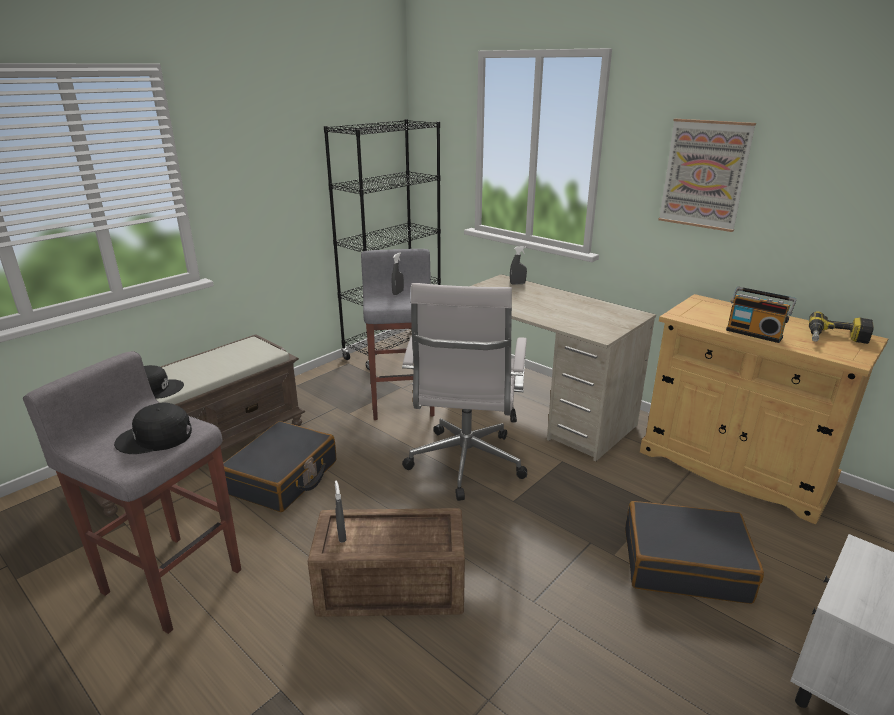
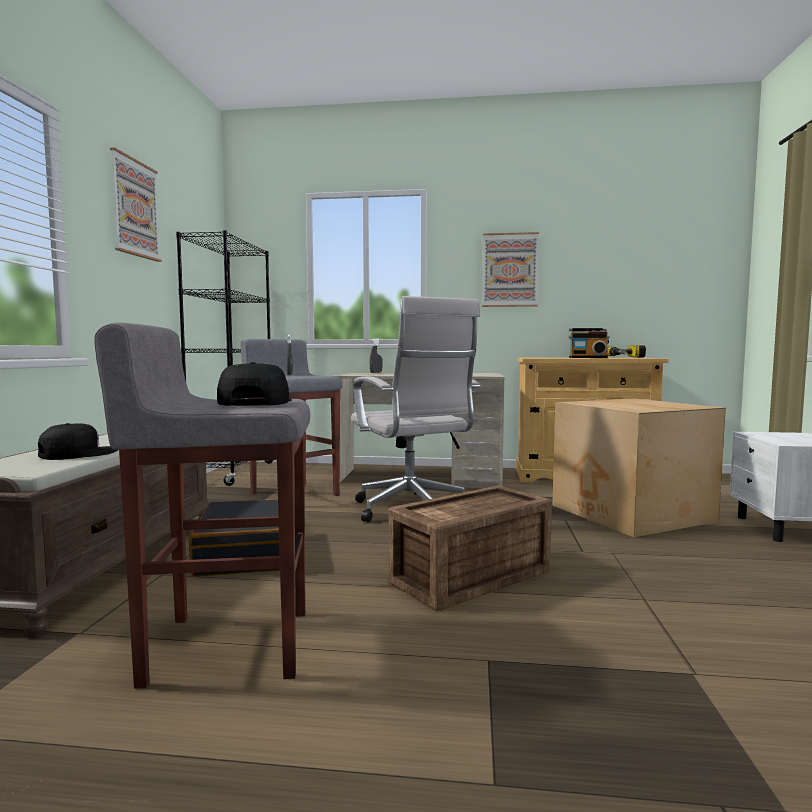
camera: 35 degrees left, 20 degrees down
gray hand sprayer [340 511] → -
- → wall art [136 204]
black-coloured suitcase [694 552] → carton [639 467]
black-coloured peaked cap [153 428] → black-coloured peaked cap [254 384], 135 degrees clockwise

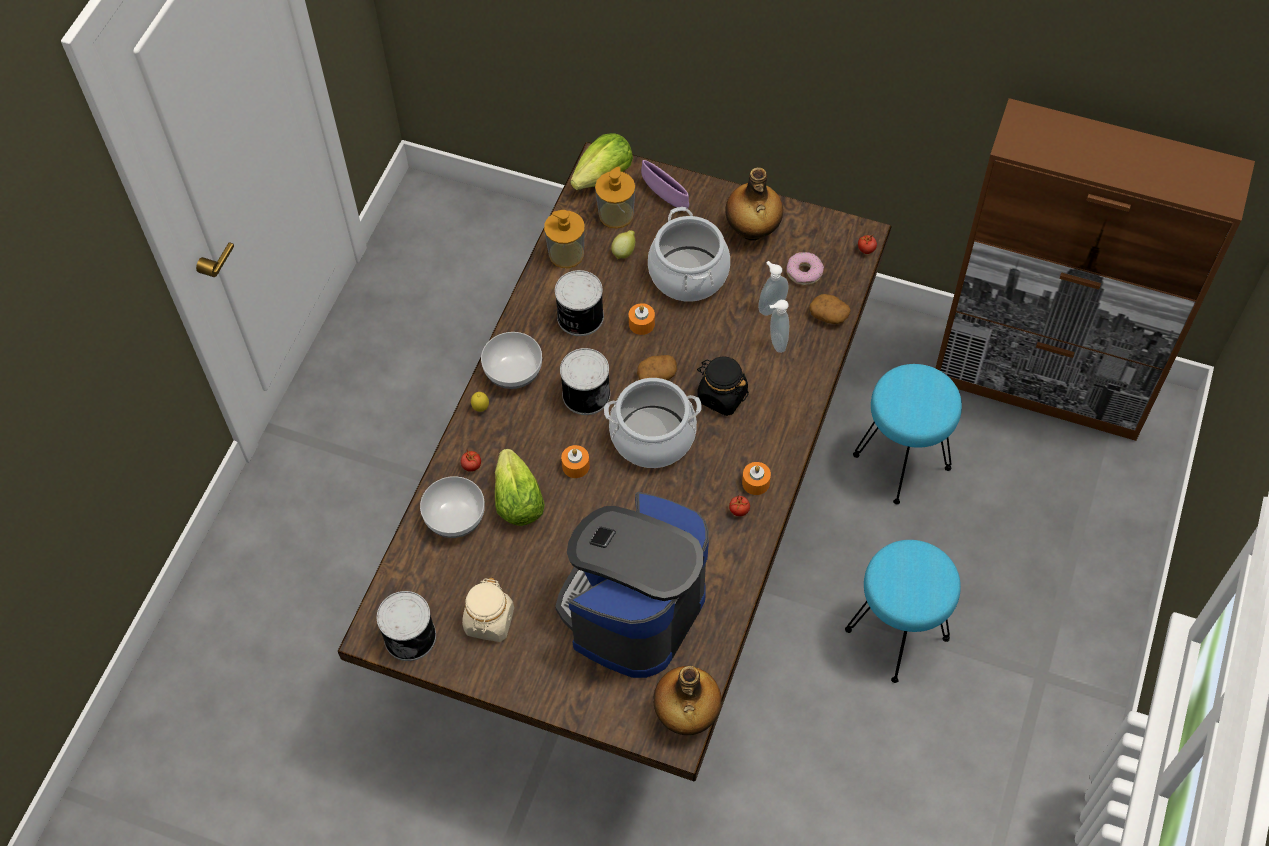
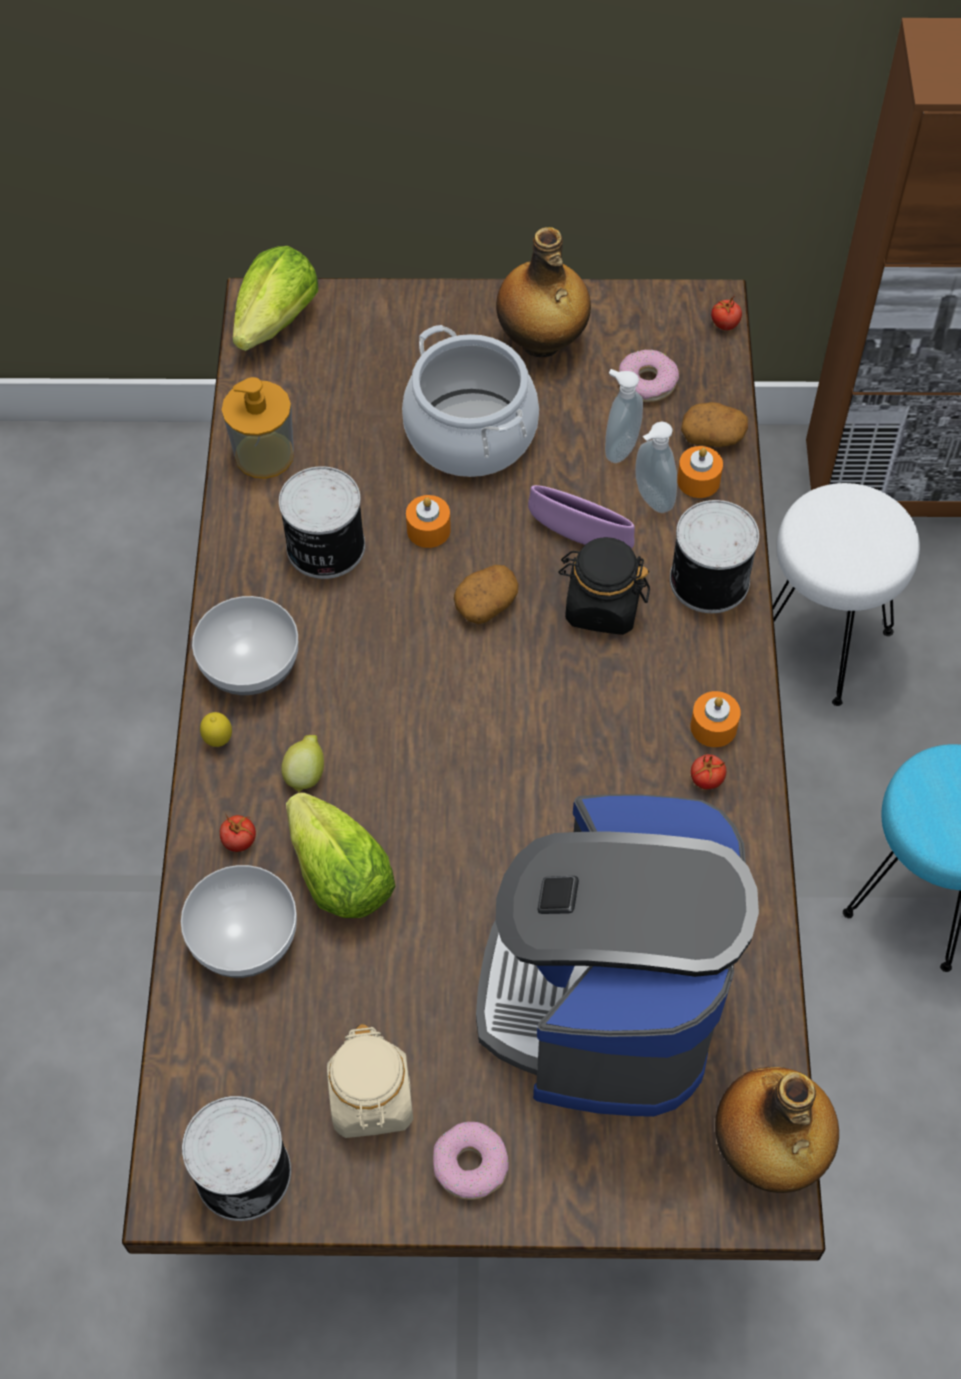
camera: 20 degrees left, 0 degrees up
soap dispenser [615 197] → -
stockpot [652 423] → -
- → donut [471 1161]
metal can [585 381] → metal can [714 556], moved
orangey wax light [575 461] → orangey wax light [700 472], moved
lemon [623 245] → lemon [303 764], moved
purple deep dish [665 184] → purple deep dish [581 517], moved
turquoise-coloured stool [907 434] → white stool [846 594]

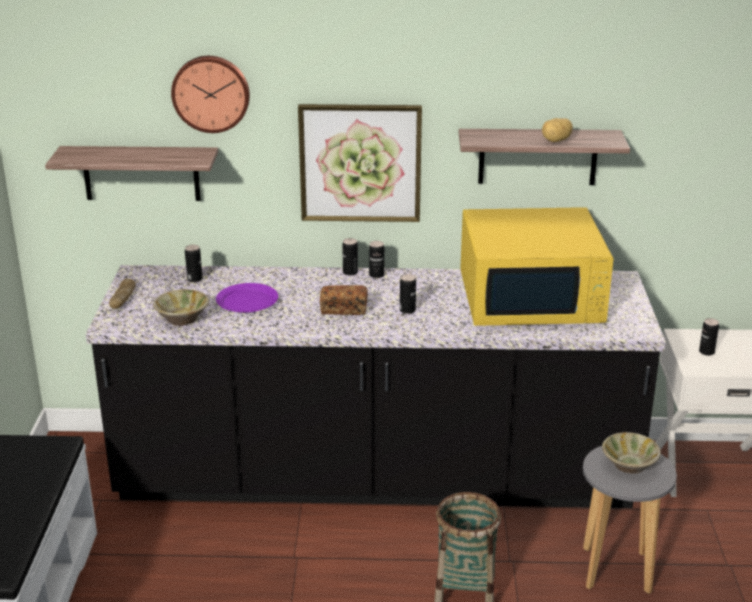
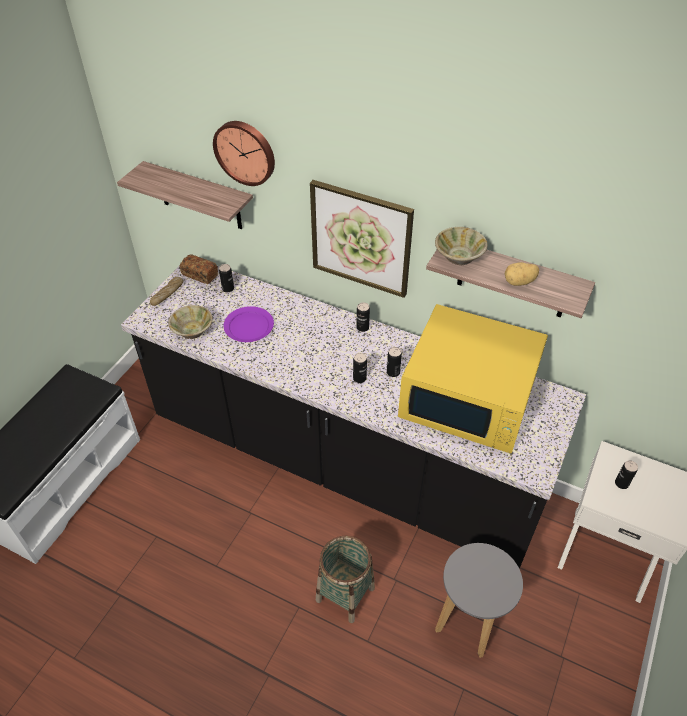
camera: 25 degrees right, 20 degrees up
bread [343 300] → bread [199 269], moved
metal can [350 257] → metal can [394 362], moved
beige-coloured deep dish [631 453] → beige-coloured deep dish [461 246], moved

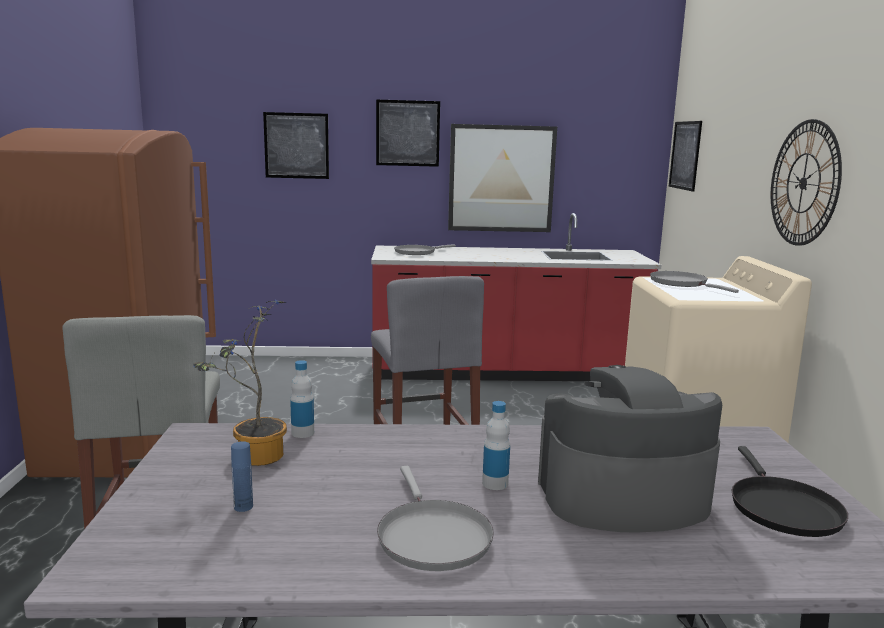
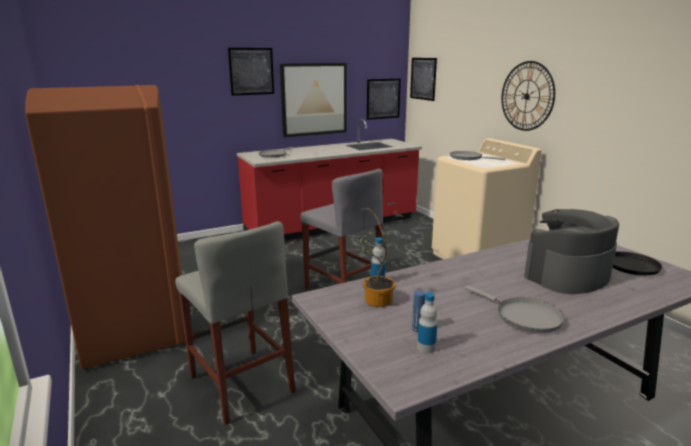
camera: 25 degrees left, 5 degrees up
wall art [296 145] → wall art [384 99], moved
beverage bottle [496 445] → beverage bottle [427 323], moved

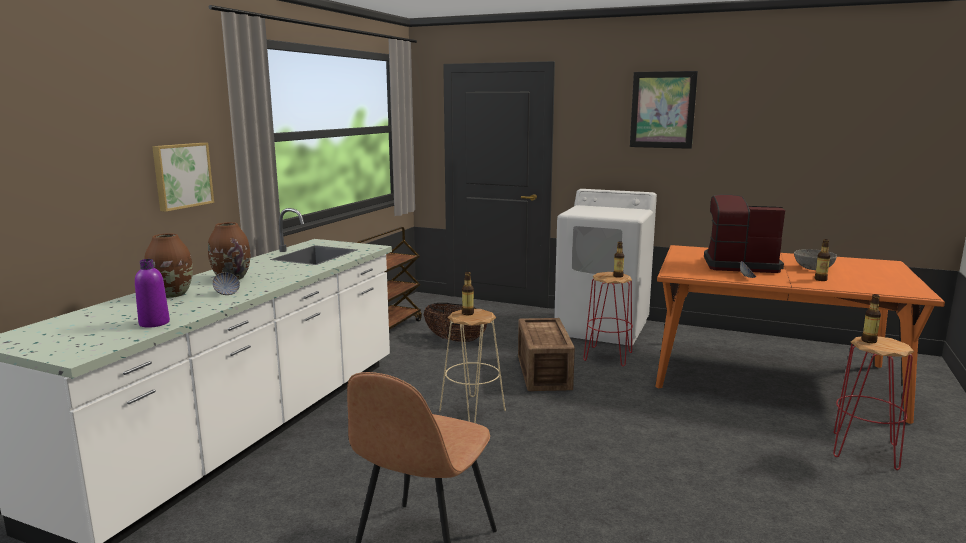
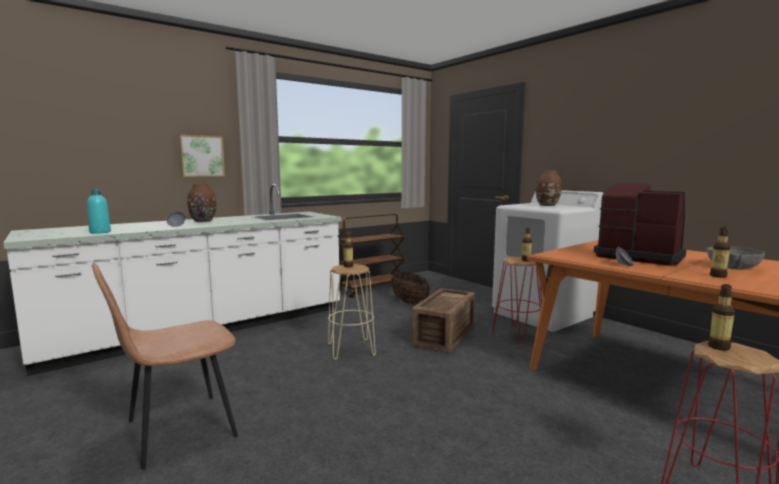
camera: 30 degrees right, 5 degrees down
wall art [664 110] → -
brown-coloured vase [168 265] → brown-coloured vase [548 188], moved
purple beverage bottle [152 293] → turquoise-coloured beverage bottle [99 212]

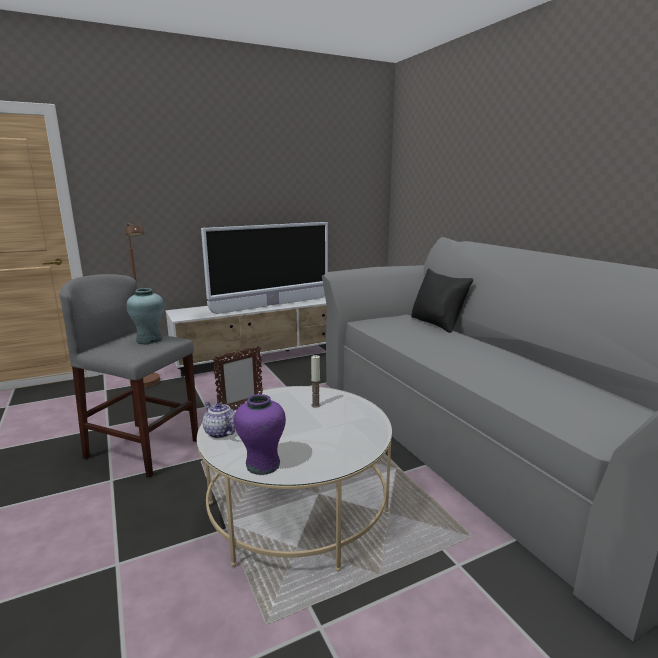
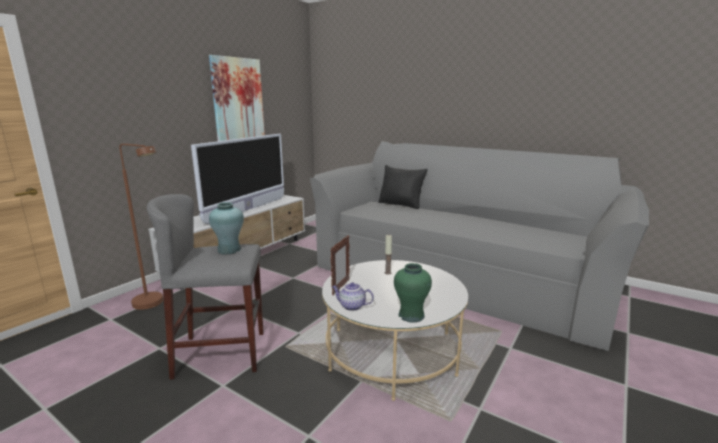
camera: 30 degrees left, 0 degrees up
- → wall art [237 98]
purple vase [260 434] → green vase [413 293]

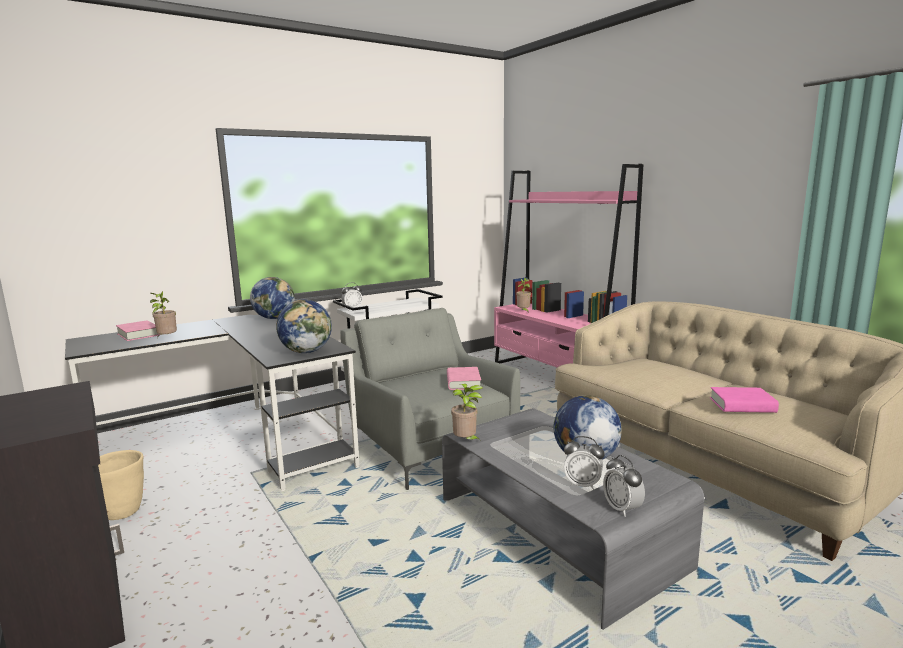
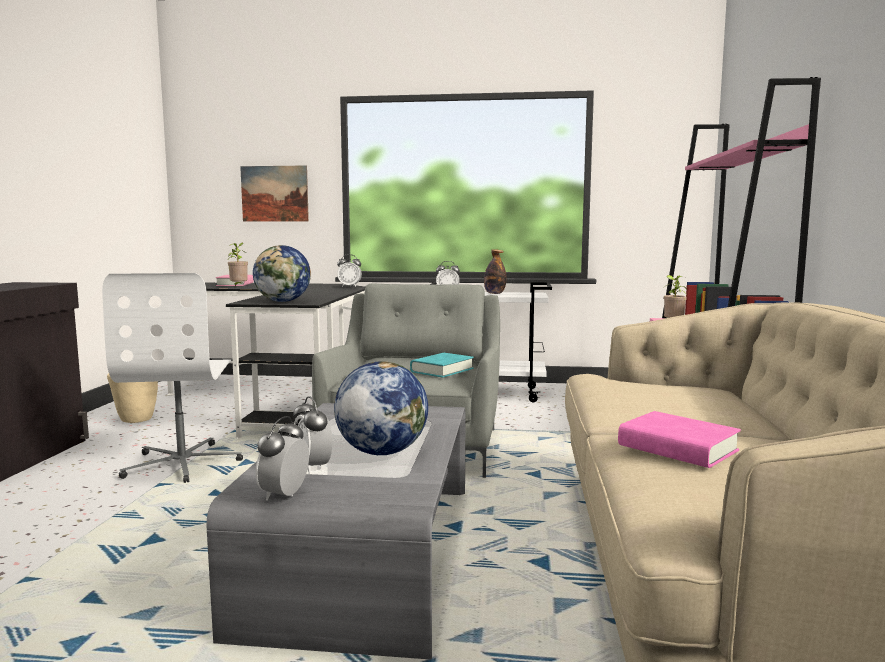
camera: 40 degrees right, 5 degrees down
plant in a pot [467 412] → -
- → white desk chair [172 378]
- → wall art [274 193]
- → beverage bottle [495 271]
desk globe [272 298] → bedside clock [349 270]
pink-coloured bound book [464 378] → turquoise-coloured bound book [442 365]

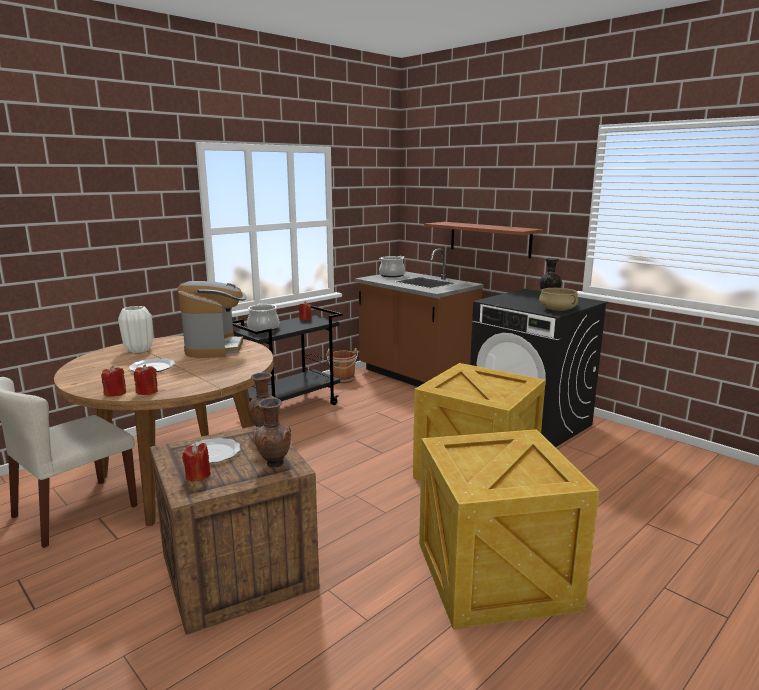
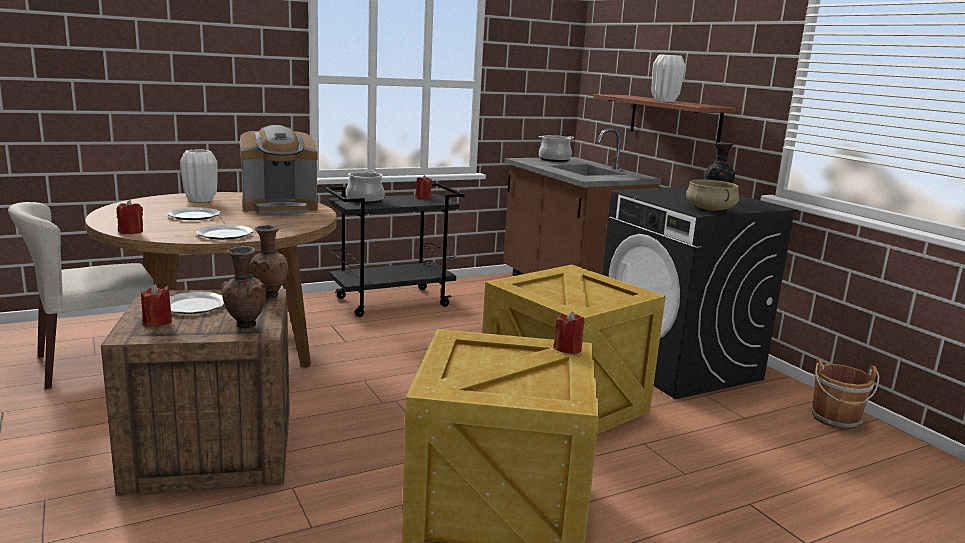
camera: 15 degrees right, 0 degrees up
- → plate [224 232]
- → white vase [668 78]
red wax light [146 379] → red wax light [569 332], moved
brown-coloured water bucket [342 365] → brown-coloured water bucket [846 394], moved
coffee maker [212 319] → coffee maker [279 169], 60 degrees clockwise

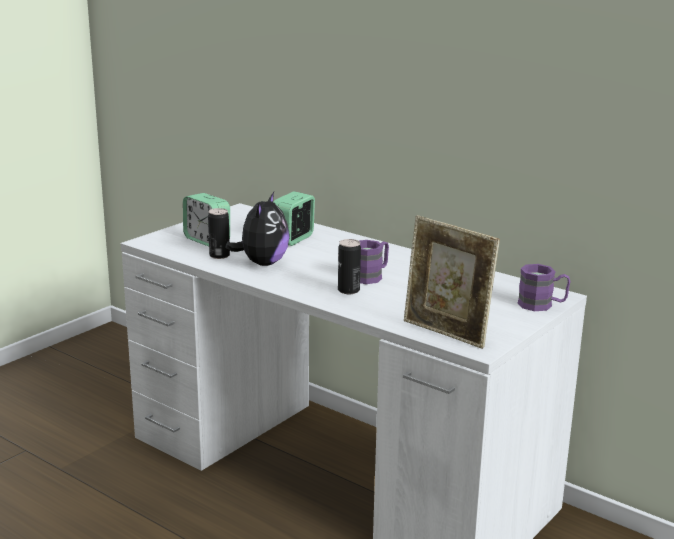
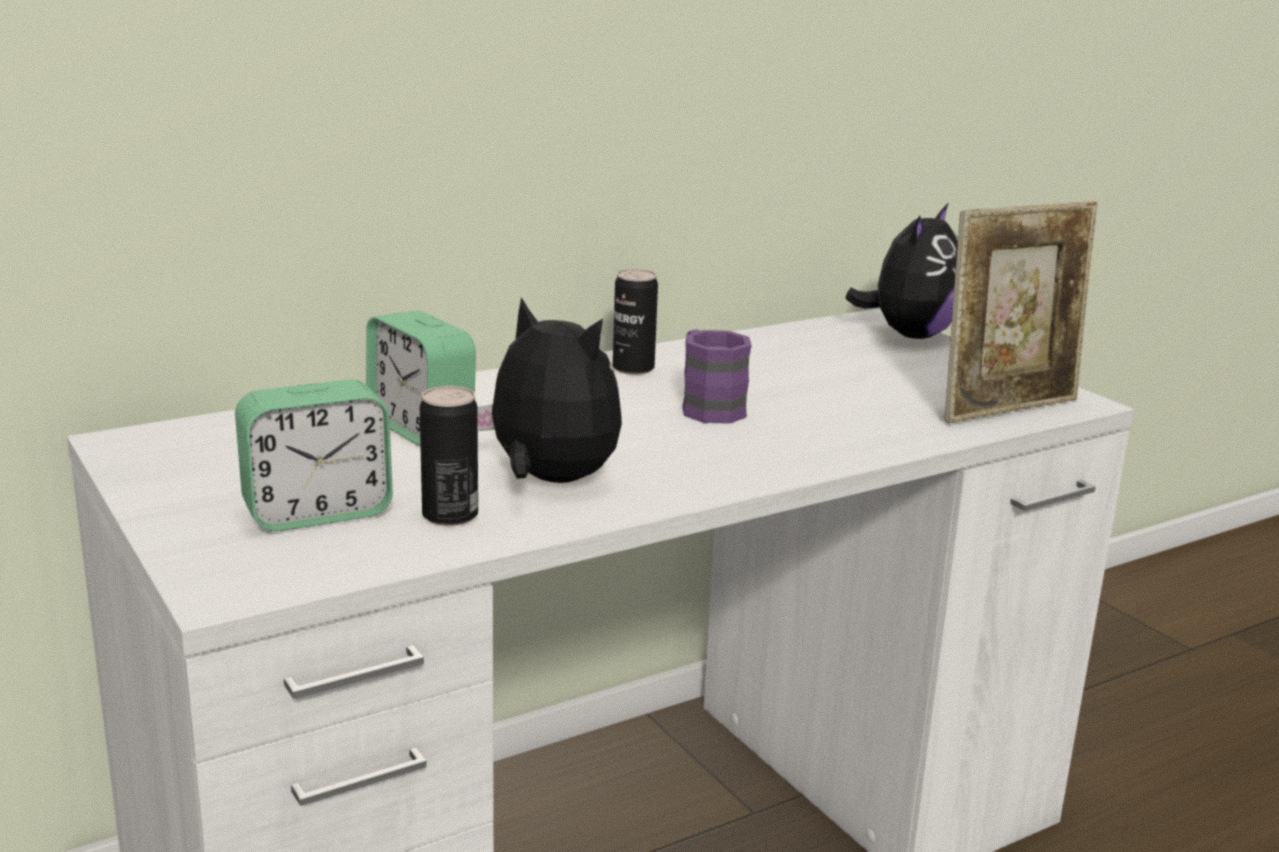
camera: 70 degrees left, 0 degrees up
metal can [349 266] → metal can [635 322], moved
purple coffee mug [544 287] → soft toy [901 270]

